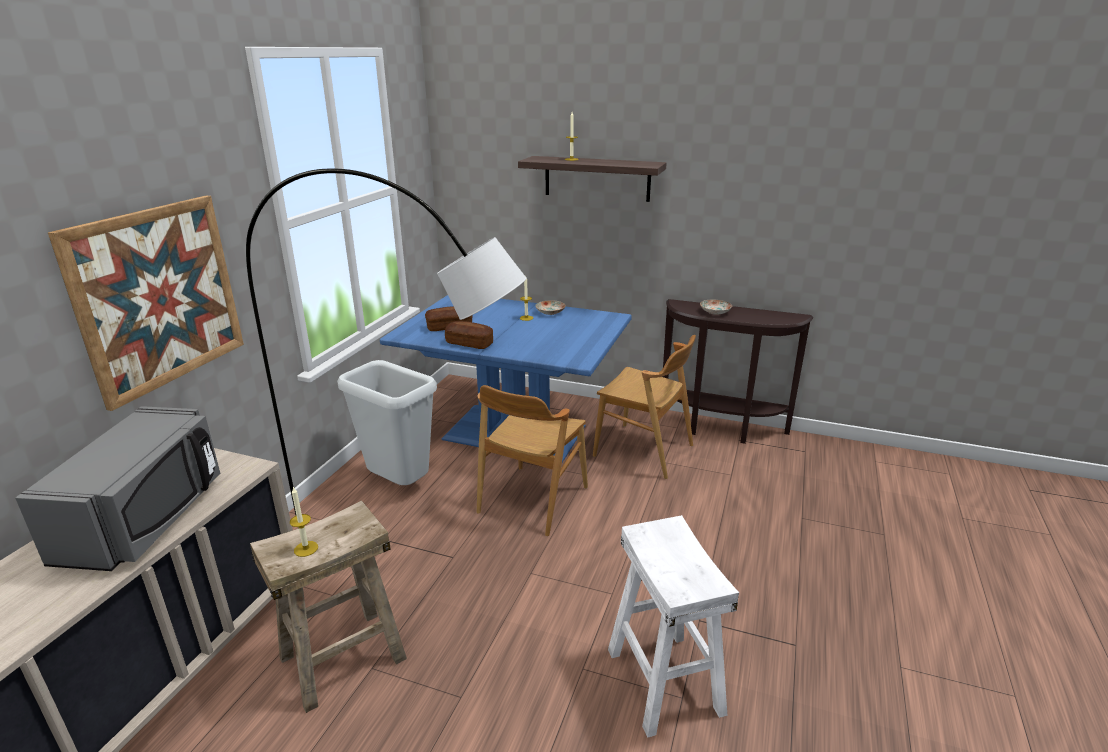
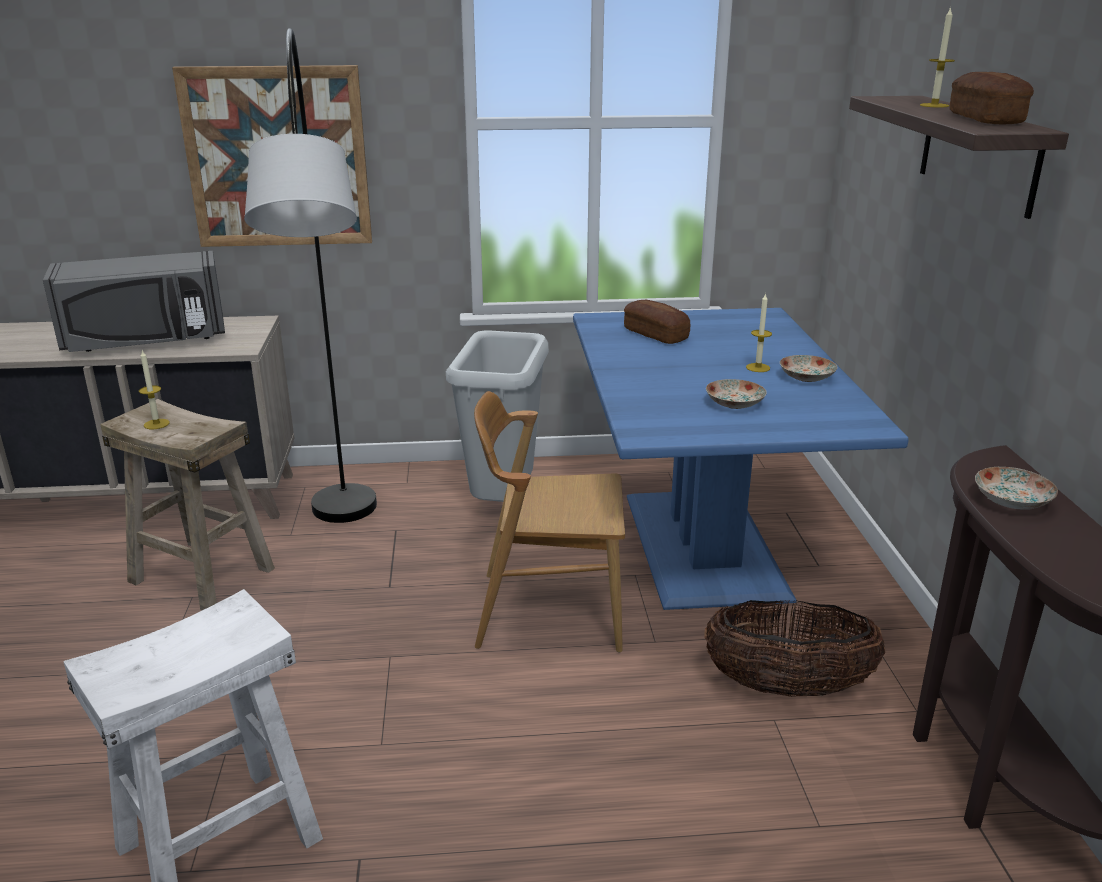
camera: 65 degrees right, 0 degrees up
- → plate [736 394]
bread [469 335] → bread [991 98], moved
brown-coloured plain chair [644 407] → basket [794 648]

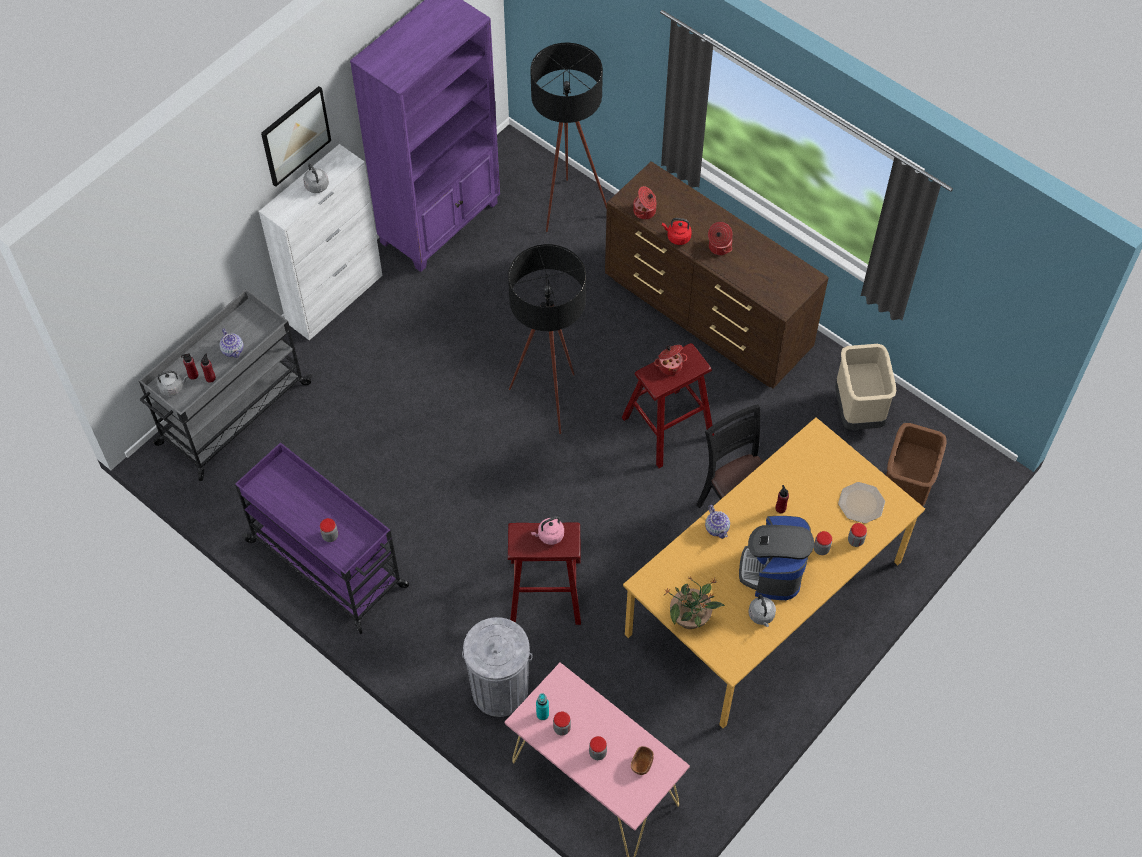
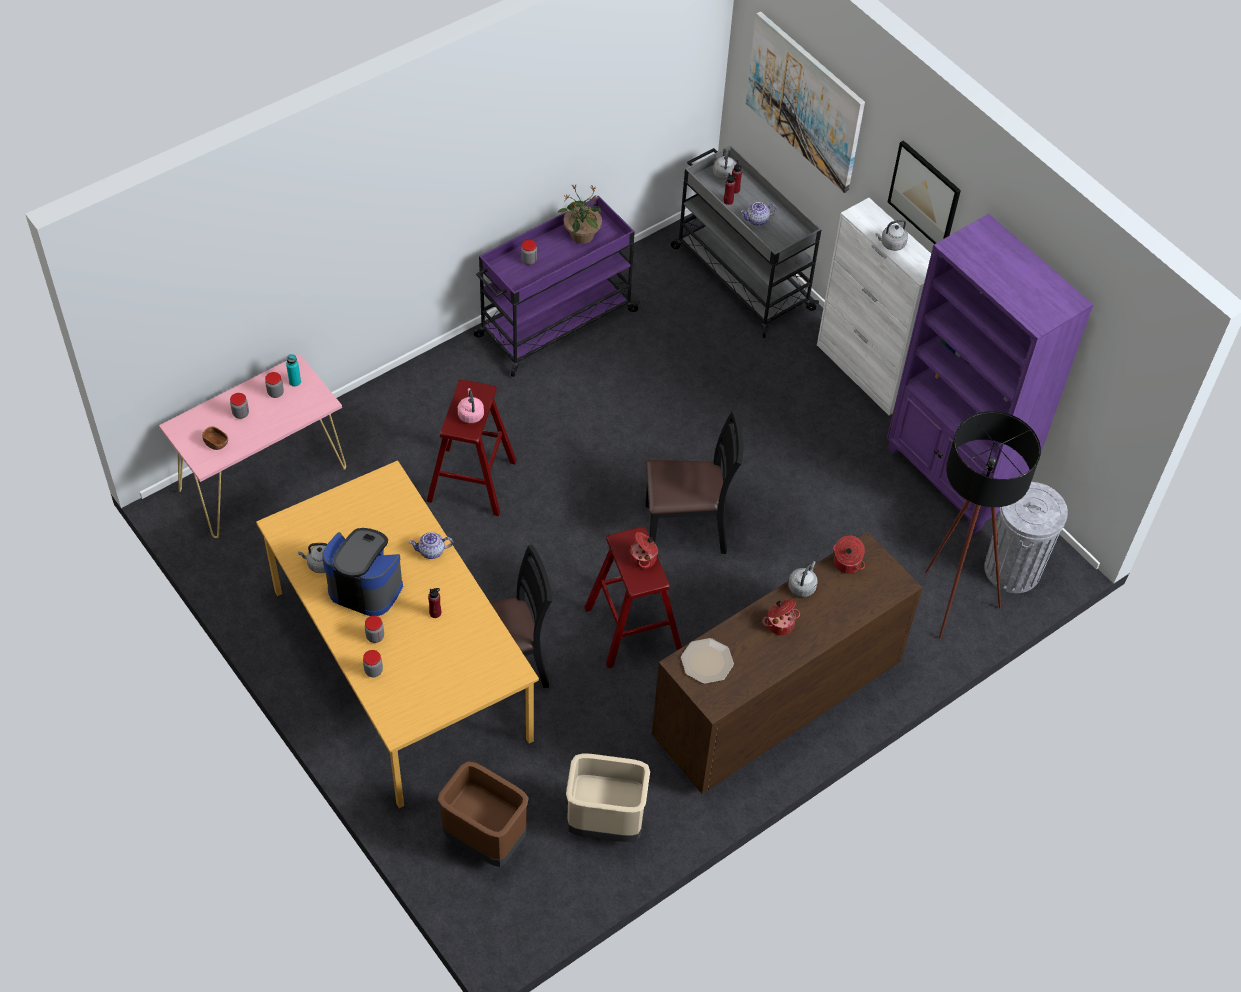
camera: 100 degrees right, 5 degrees down
- → wall art [805 102]
gray waste bin [497 667] → gray waste bin [1026 537], moved
plant in a pot [694 603] → plant in a pot [580 214], moved
plate [861 502] → plate [707 661], moved
black-coloured standing lamp [547 339] → black-coloured plain chair [694 482]
red tea kettle [677 231] → gray tea kettle [803 579]

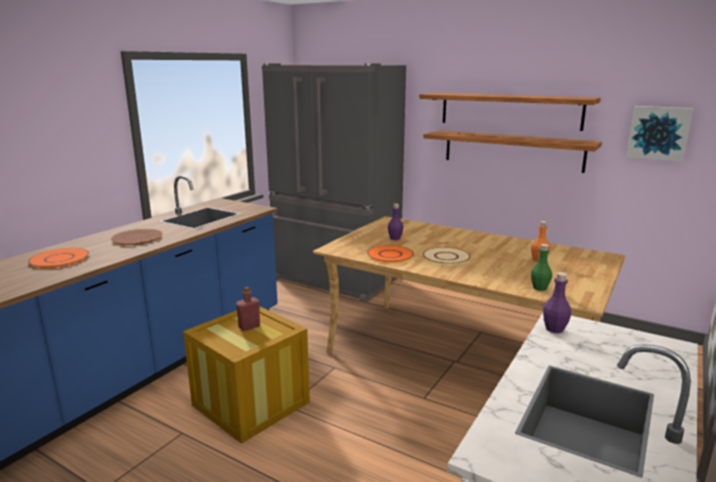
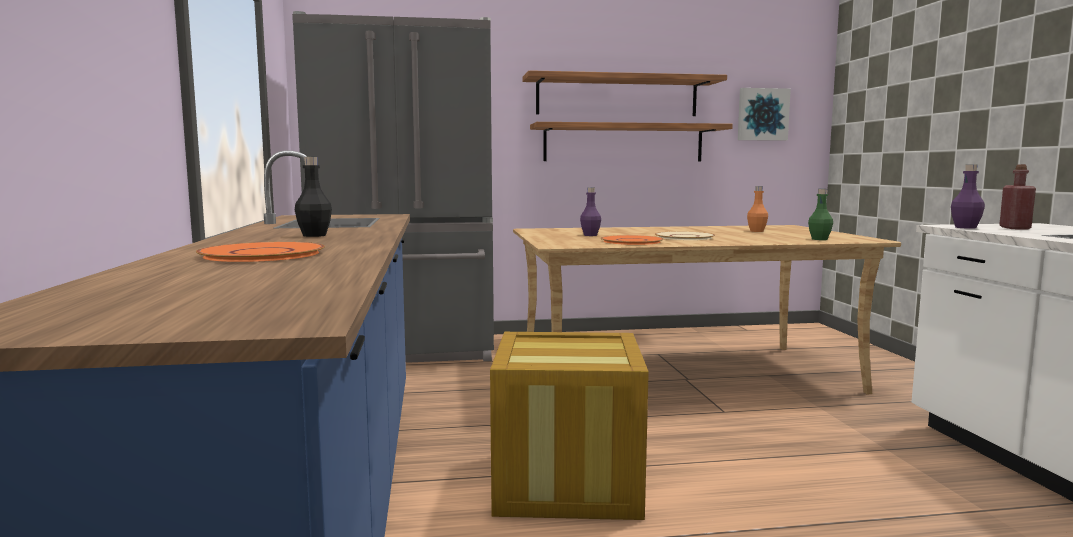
camera: 40 degrees left, 10 degrees down
red beverage bottle [248 309] → red beverage bottle [1017 197], moved
brown-coloured plate [137 237] → black-coloured beverage bottle [313 197]

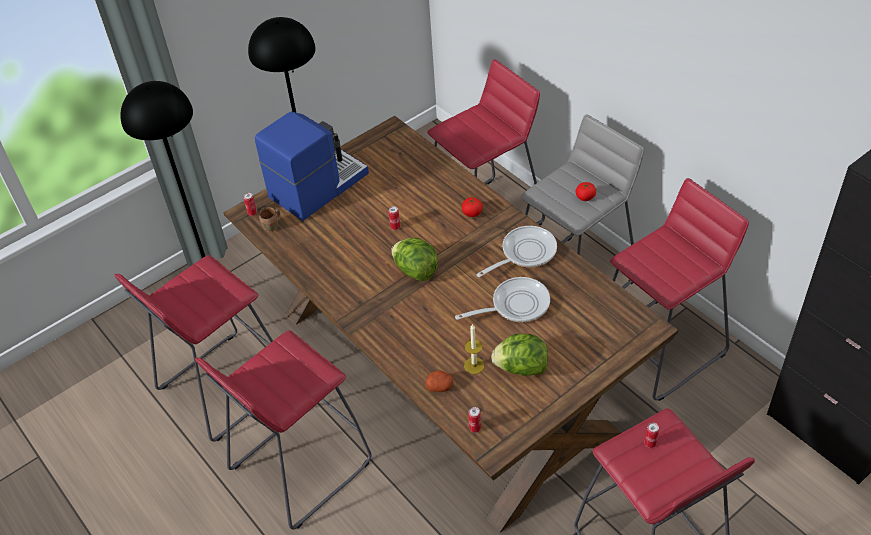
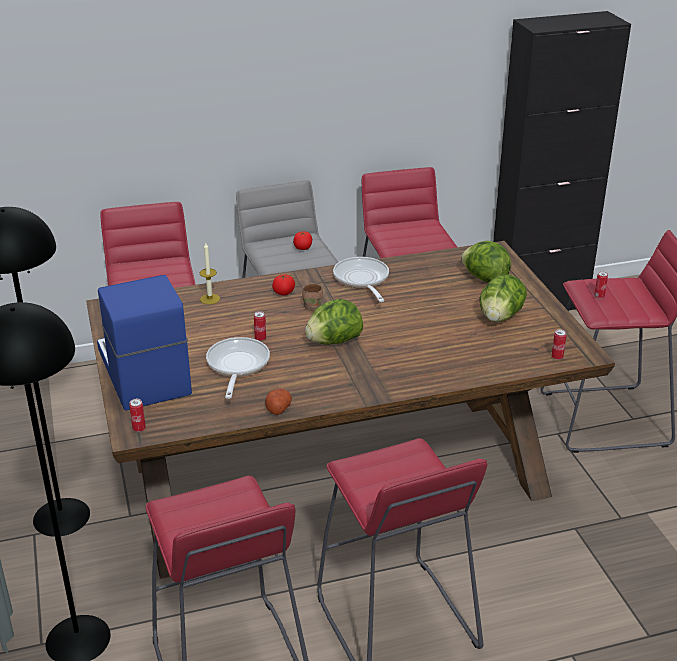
camera: 70 degrees left, 15 degrees down
- → lettuce [486 261]
brown-coloured coffee mug [269 219] → brown-coloured coffee mug [312 297], moved
whole potato [439 381] → whole potato [278 402], moved
pan [502 299] → pan [238 368], moved
wax light [474 349] → wax light [210 273], moved

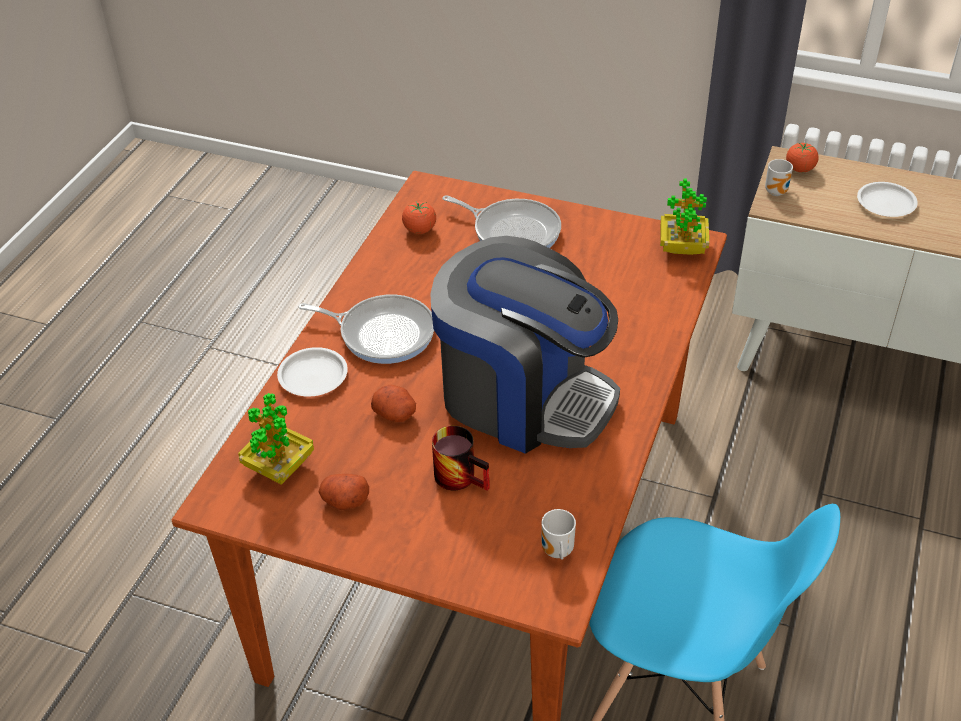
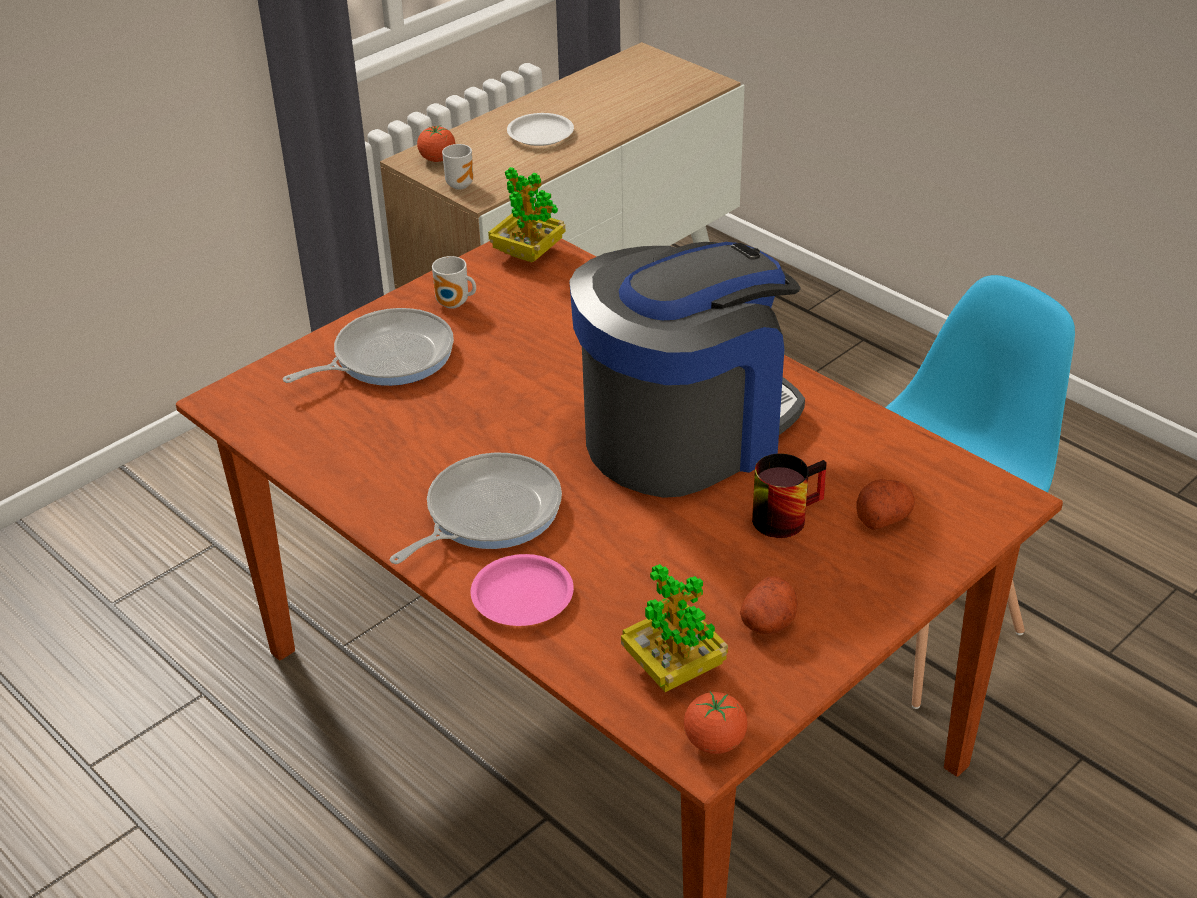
camera: 65 degrees left, 5 degrees down
whole potato [393 403] → whole potato [885 504], moved
fresh tomato [419 218] → fresh tomato [716 722], moved
coffee mug [559 534] → coffee mug [454 282], moved
white plate [312 371] → pink-coloured plate [522 590]

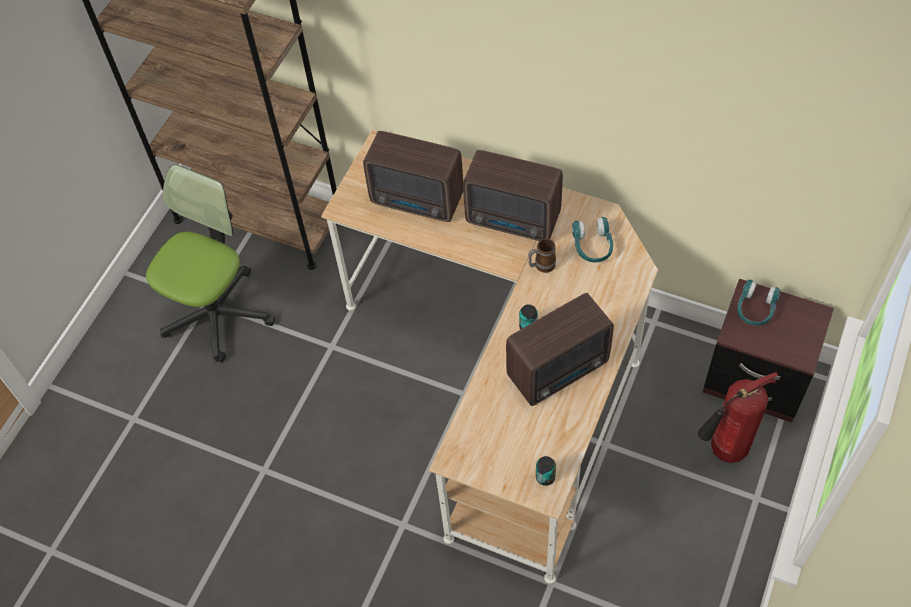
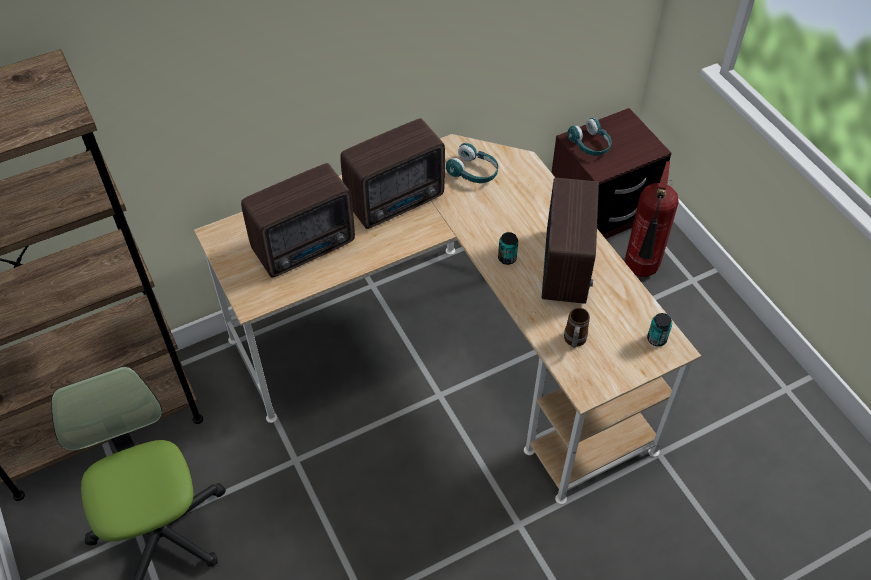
camera: 55 degrees left, 5 degrees down
coffee mug [542 255] → coffee mug [577 328], moved

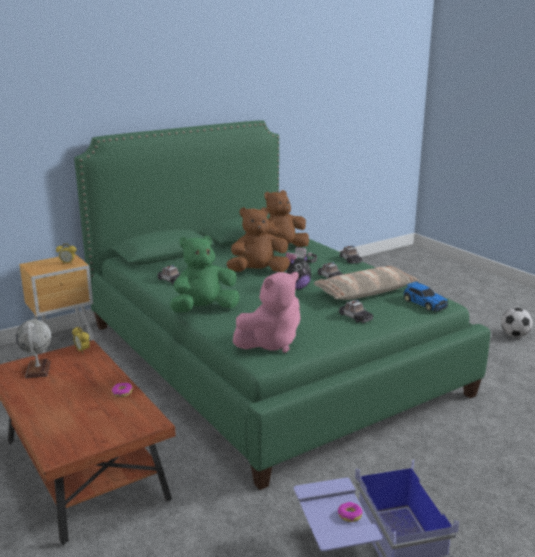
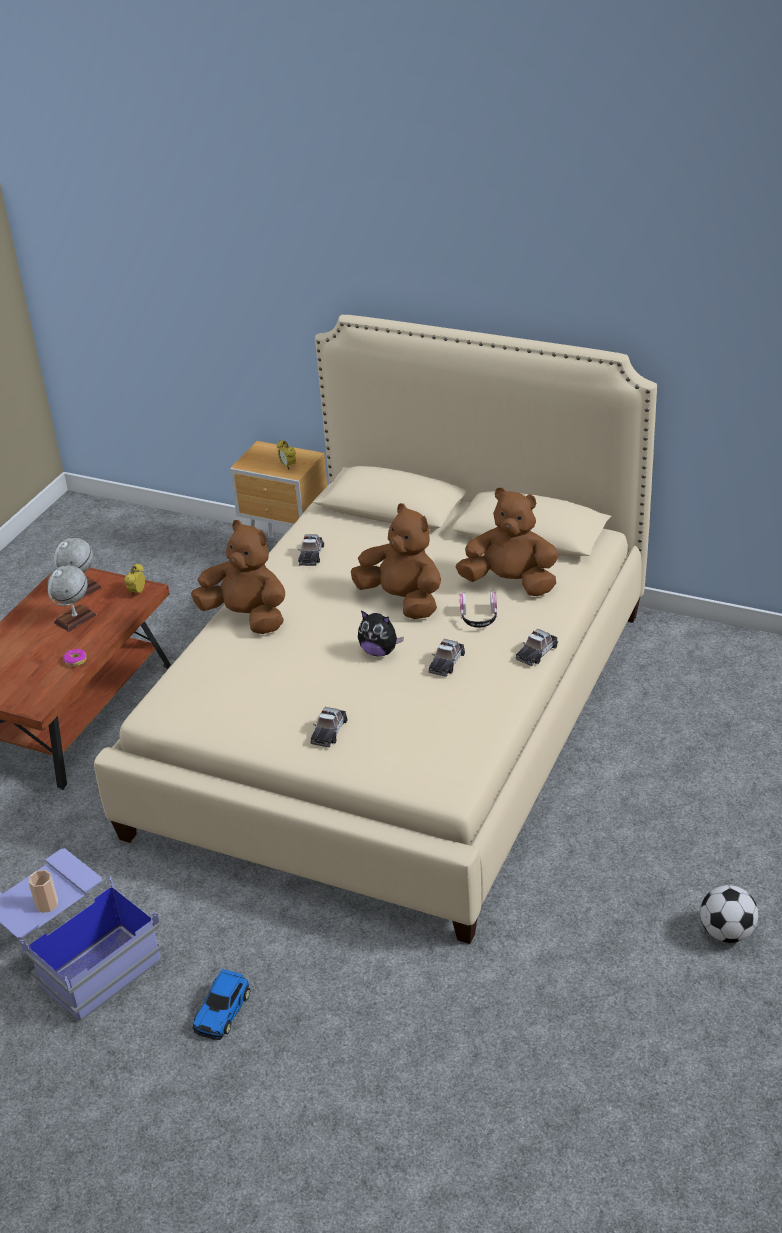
camera: 60 degrees right, 15 degrees up
pink-coloured soft toy [267 312] → -
cushion [366 283] → -
- → desk globe [72 598]
model car [425 296] → model car [221 1004], moved
donut [350 512] → small cup [43 891]
green bed [282 305] → beige-coloured bed [375 629]
green soft toy [205 273] → brown-coloured soft toy [238 577]

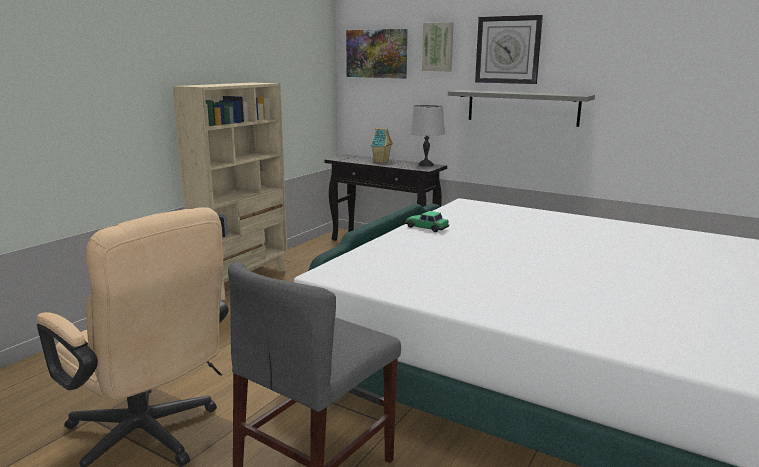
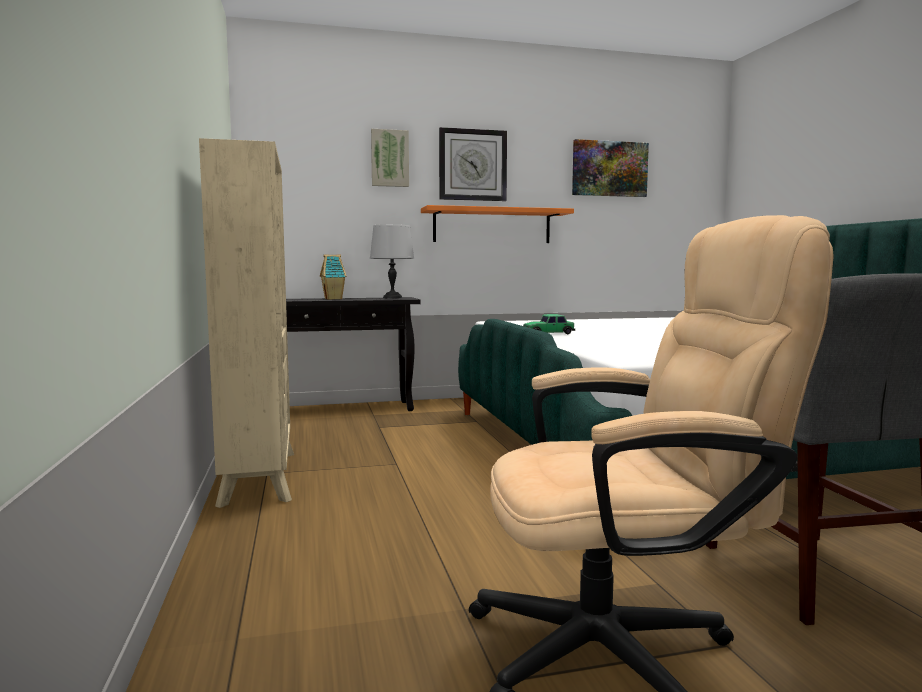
camera: 45 degrees left, 10 degrees down
wall art [377 53] → wall art [610 168], moved
gray shelf [521 108] → orangey shelf [497 224]

